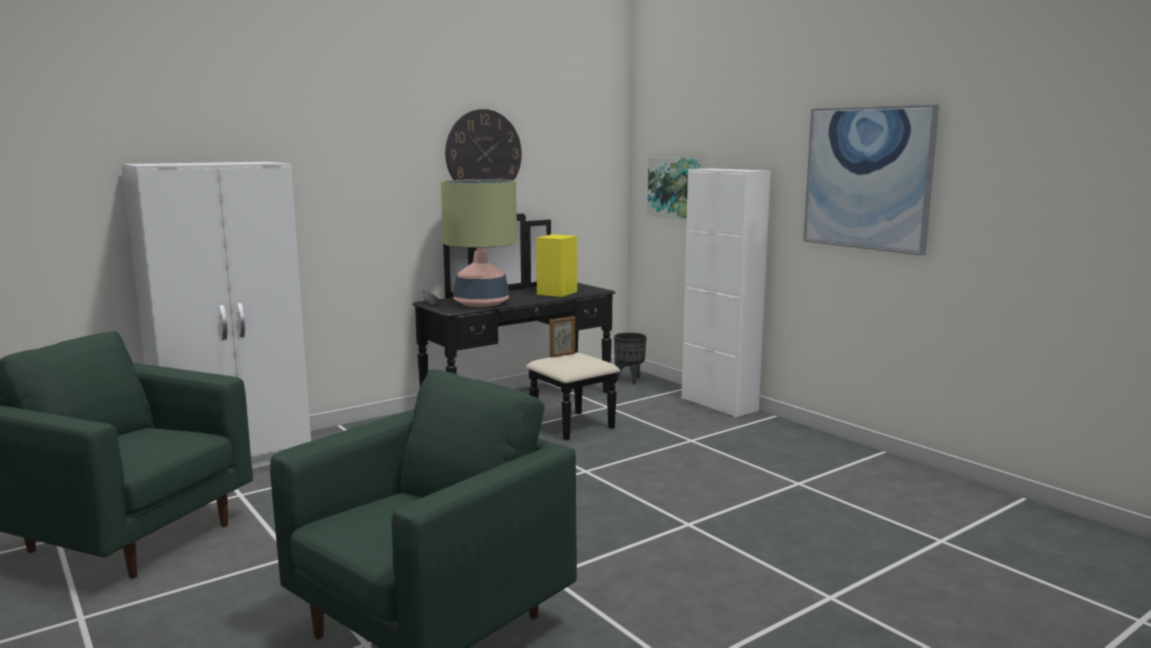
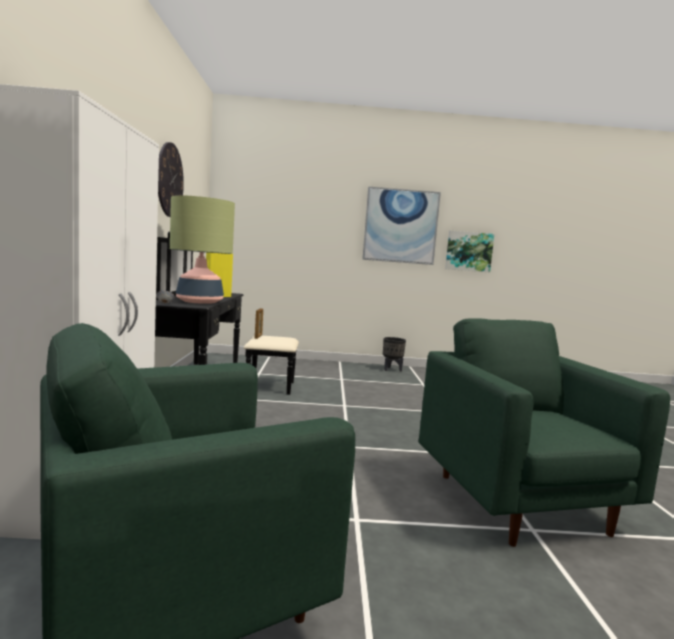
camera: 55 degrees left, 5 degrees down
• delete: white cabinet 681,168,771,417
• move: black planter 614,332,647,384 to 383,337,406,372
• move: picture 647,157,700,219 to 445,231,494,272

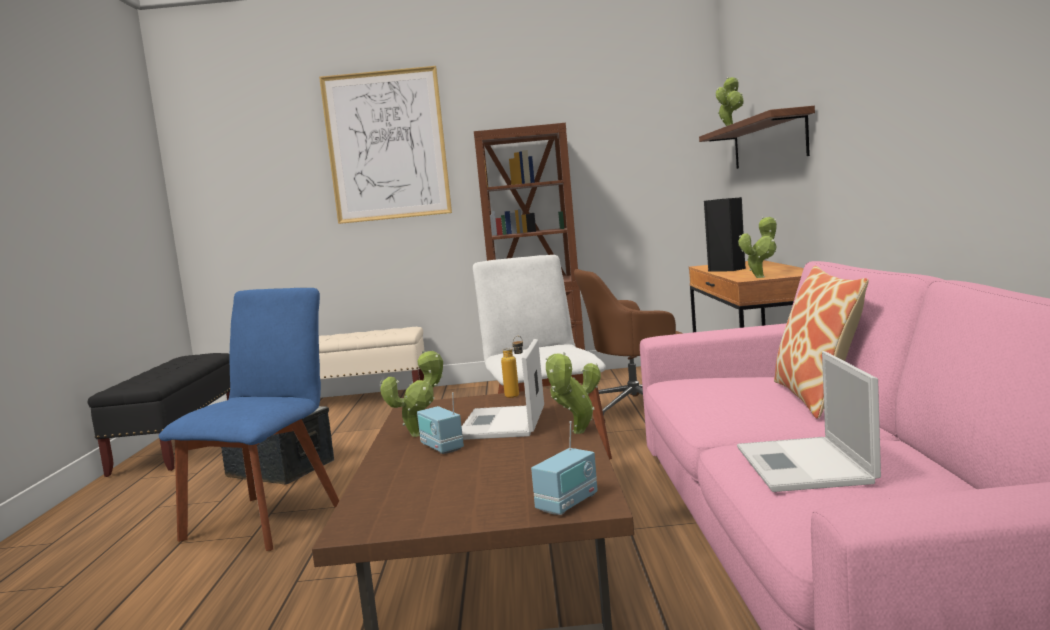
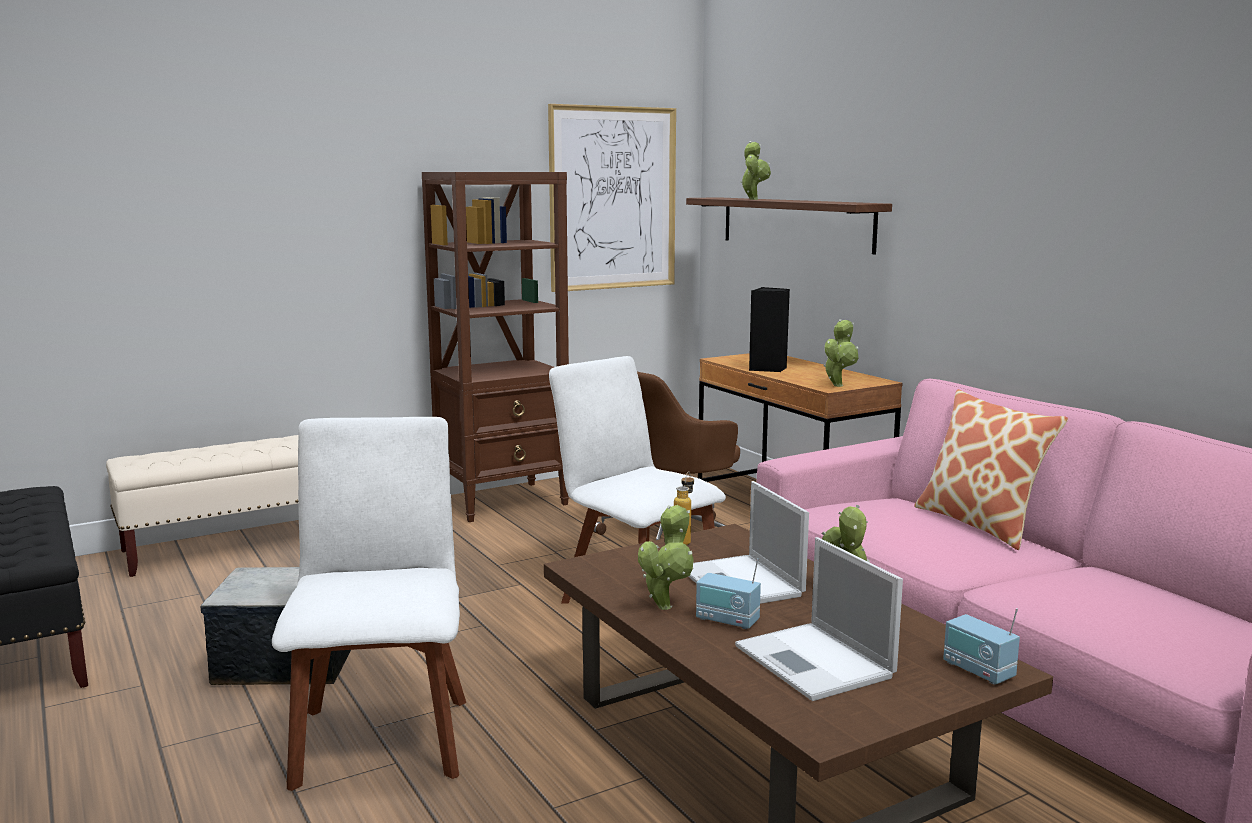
camera: 30 degrees left, 5 degrees up
• move: picture 319,66,452,224 to 548,104,676,292
• move: laptop 737,351,881,492 to 735,537,903,701
• recolor: blue chair 159,288,339,551 to white chair 272,417,466,791
• rotate: radio 531,421,597,515 = 943,608,1020,685 135 degrees clockwise

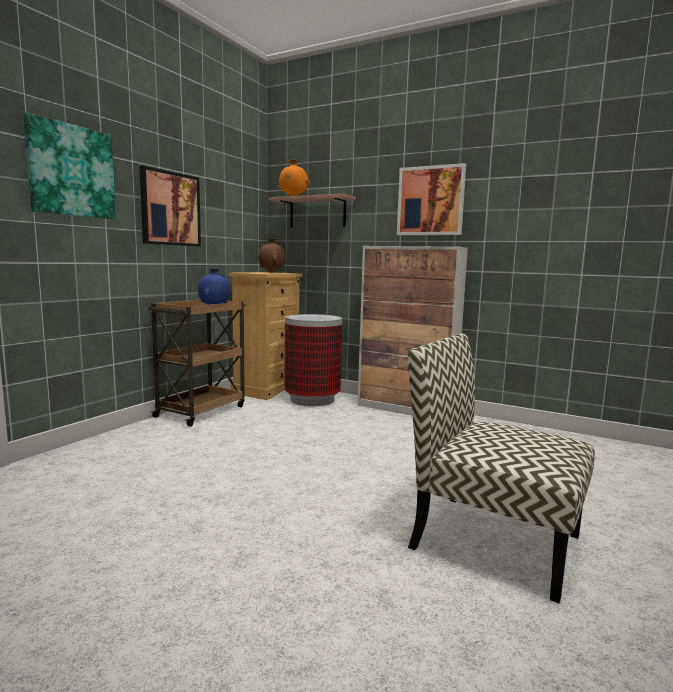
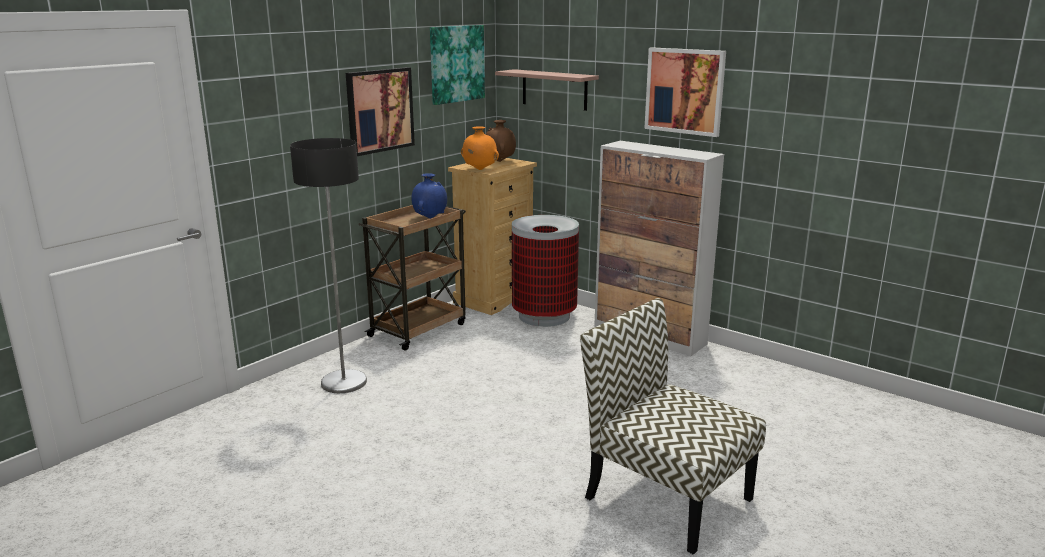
camera: 10 degrees right, 10 degrees up
• insert: floor lamp 290,138,367,393
• move: picture 23,113,116,219 to 430,25,485,105
• move: orange vase 277,160,310,196 to 461,126,499,170

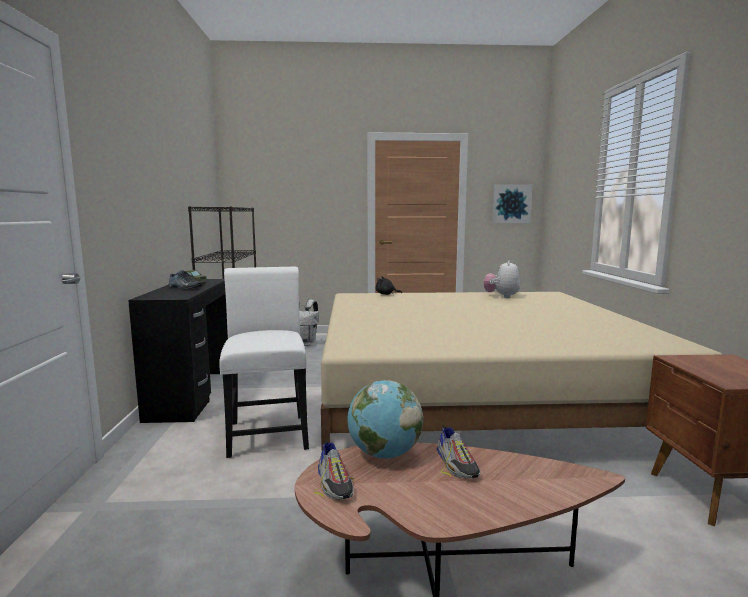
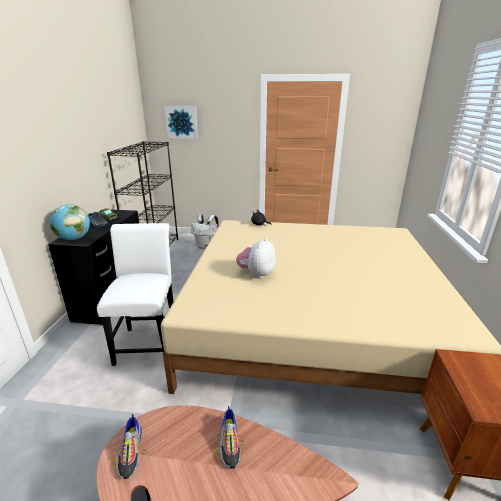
camera: 10 degrees right, 15 degrees up
• move: globe 347,380,423,459 to 50,204,90,240
• move: plush toy 484,261,520,298 to 236,238,276,279
• move: picture 492,184,532,223 to 165,105,198,139

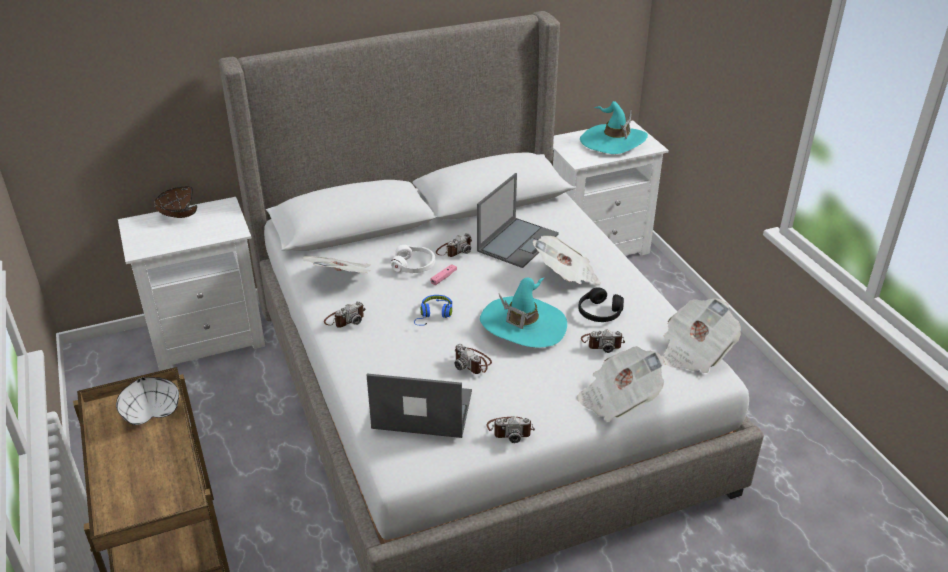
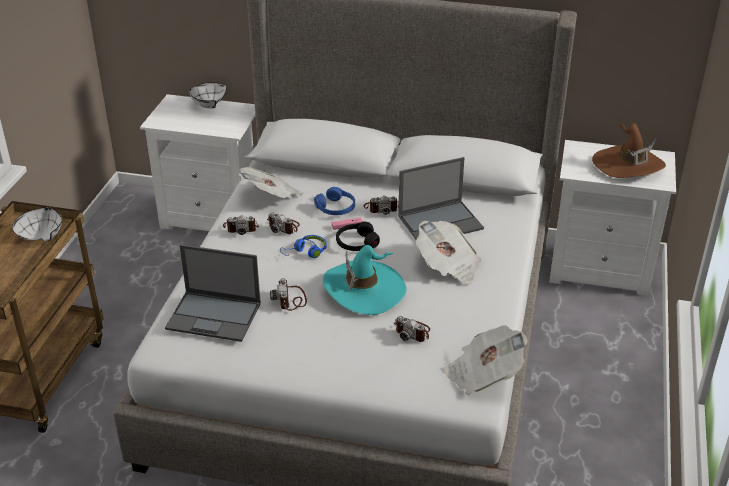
camera: 35 degrees right, 0 degrees up
• delete: newspaper 577,346,665,422
• move: photo camera 486,416,535,443 to 267,212,300,234
• move: black headphones 578,287,624,322 to 336,222,380,251
• recolor: brown bowl 154,187,197,218 to white bowl 189,82,227,109
• recolor: white headphones 391,245,435,273 to blue headphones 314,187,355,215
• recolor: turquoise hat 580,101,648,154 to brown hat 592,123,666,178
• rotate: laptop 367,374,472,438 = 165,244,261,342 150 degrees clockwise

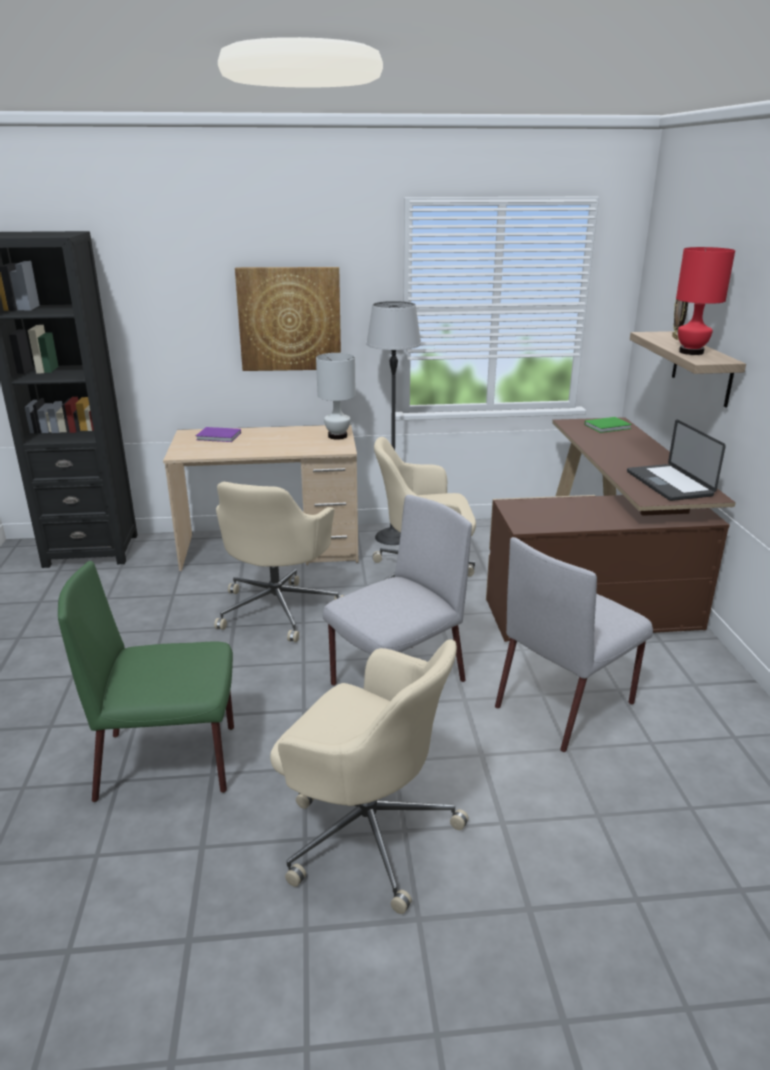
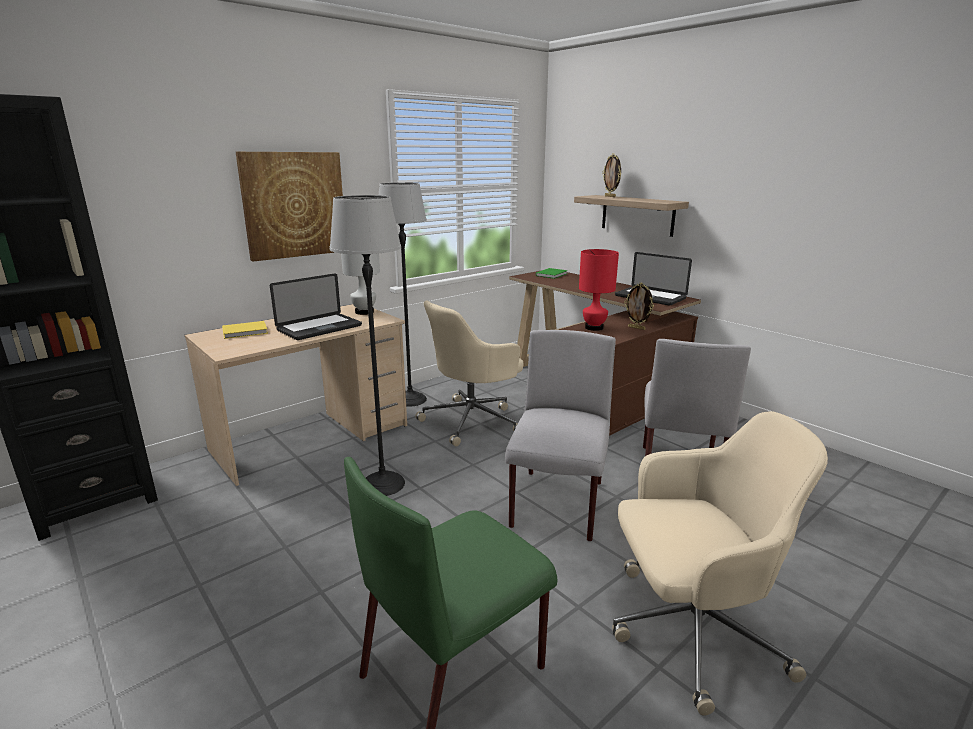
camera: 35 degrees left, 5 degrees down
• insert: laptop 270,273,362,340
• insert: picture frame 625,283,654,330
• move: red table lamp 676,247,735,355 to 579,249,619,331
• replace: beige office chair 214,482,344,642 to floor lamp 330,195,405,496
• recolor: purple book 196,427,241,442 to yellow book 222,321,268,339

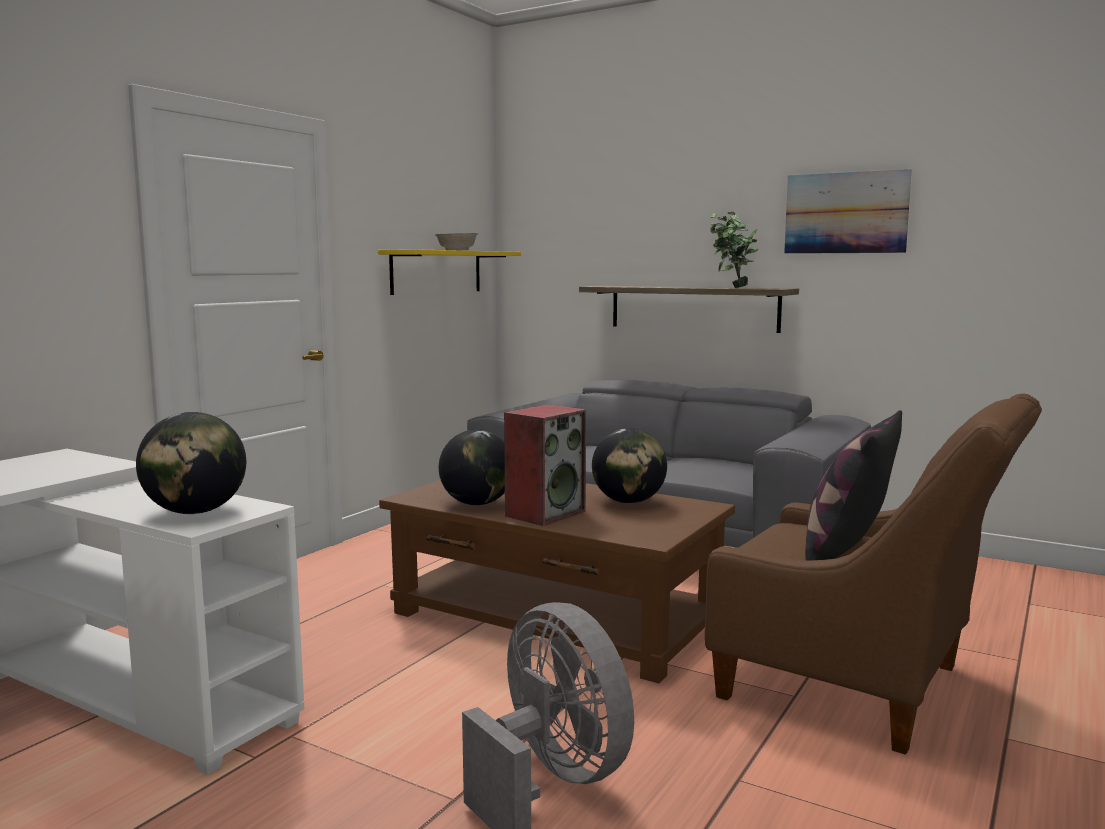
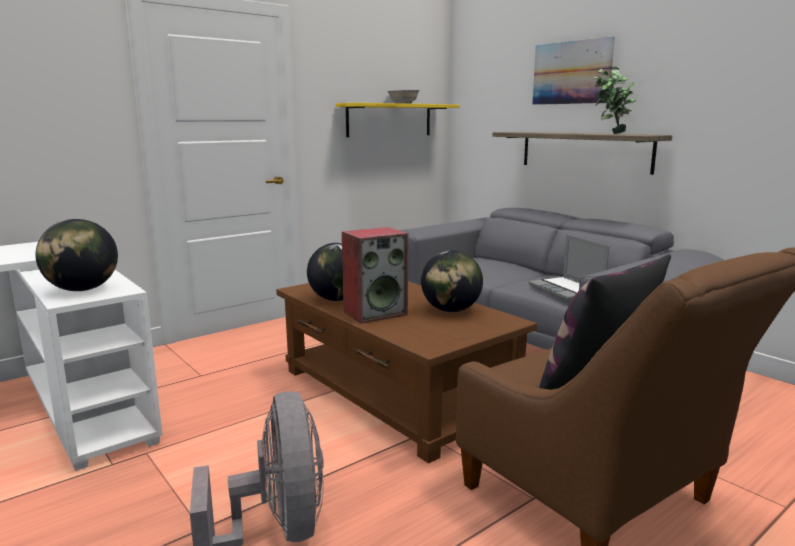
camera: 20 degrees right, 5 degrees up
• insert: laptop 528,235,610,301
• move: picture 784,169,912,254 to 532,36,615,105

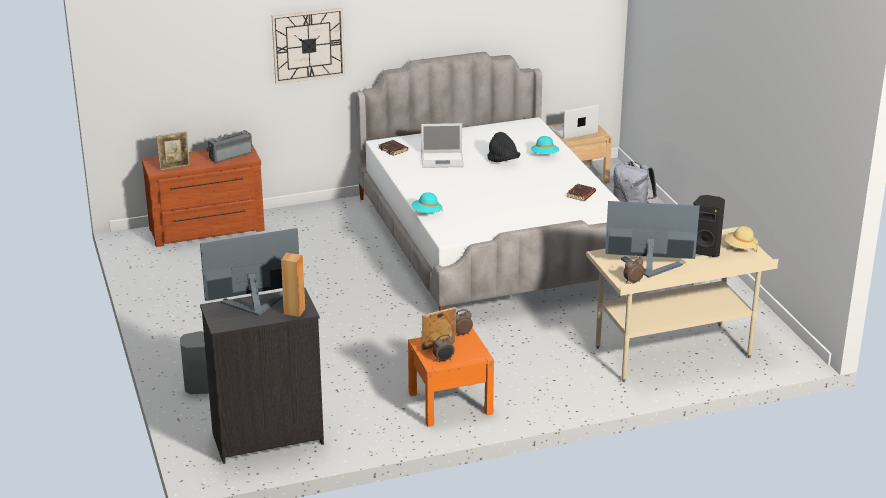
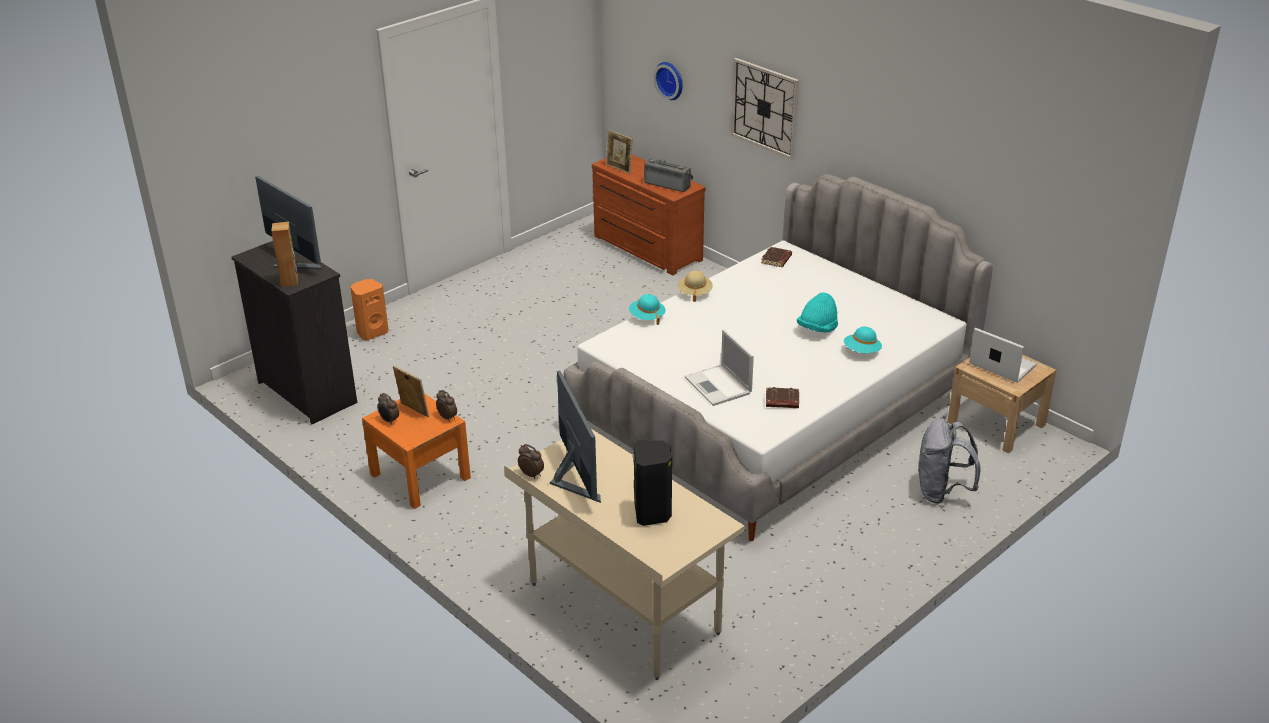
camera: 65 degrees right, 5 degrees up
• insert: wall clock 654,62,683,100
• move: laptop 421,123,464,168 to 685,329,754,406
• move: beige hat 725,226,758,252 to 678,270,713,302
• recolor: grey speaker 180,331,209,394 to orange speaker 350,279,389,340
• recolor: black hat 487,132,520,162 to turquoise hat 797,292,838,332

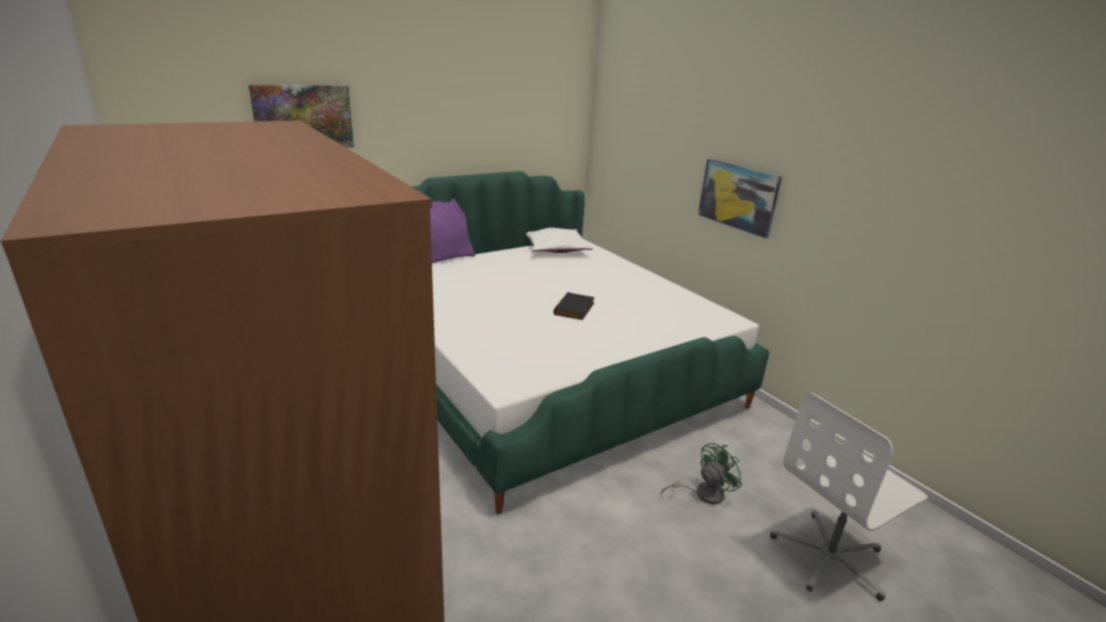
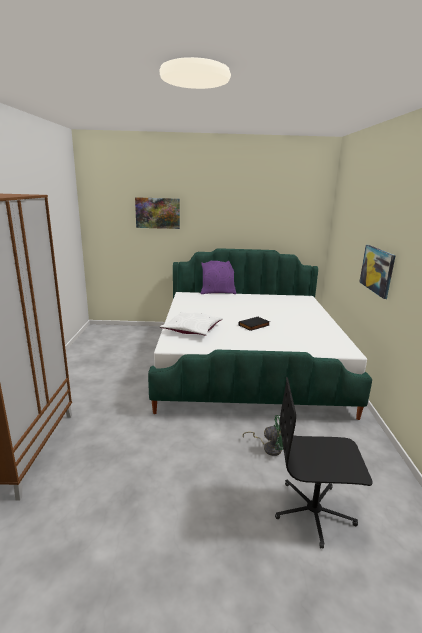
camera: 35 degrees right, 5 degrees down
• move: white pillow 526,228,593,253 to 160,312,223,336
• recolor: white office chair 770,393,928,601 to black office chair 275,377,373,548

